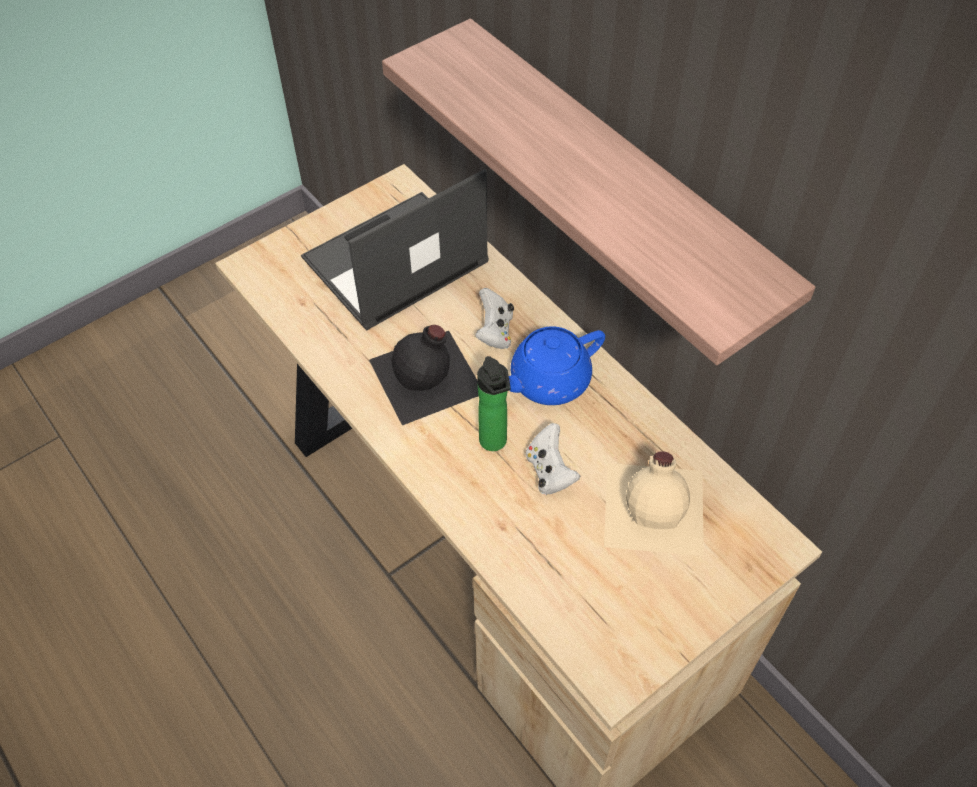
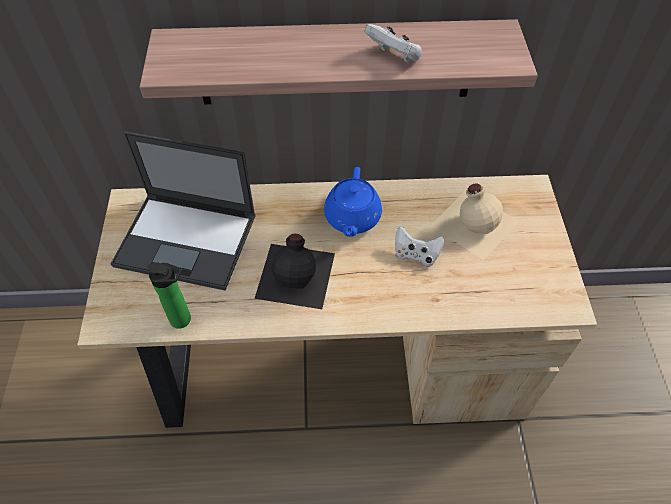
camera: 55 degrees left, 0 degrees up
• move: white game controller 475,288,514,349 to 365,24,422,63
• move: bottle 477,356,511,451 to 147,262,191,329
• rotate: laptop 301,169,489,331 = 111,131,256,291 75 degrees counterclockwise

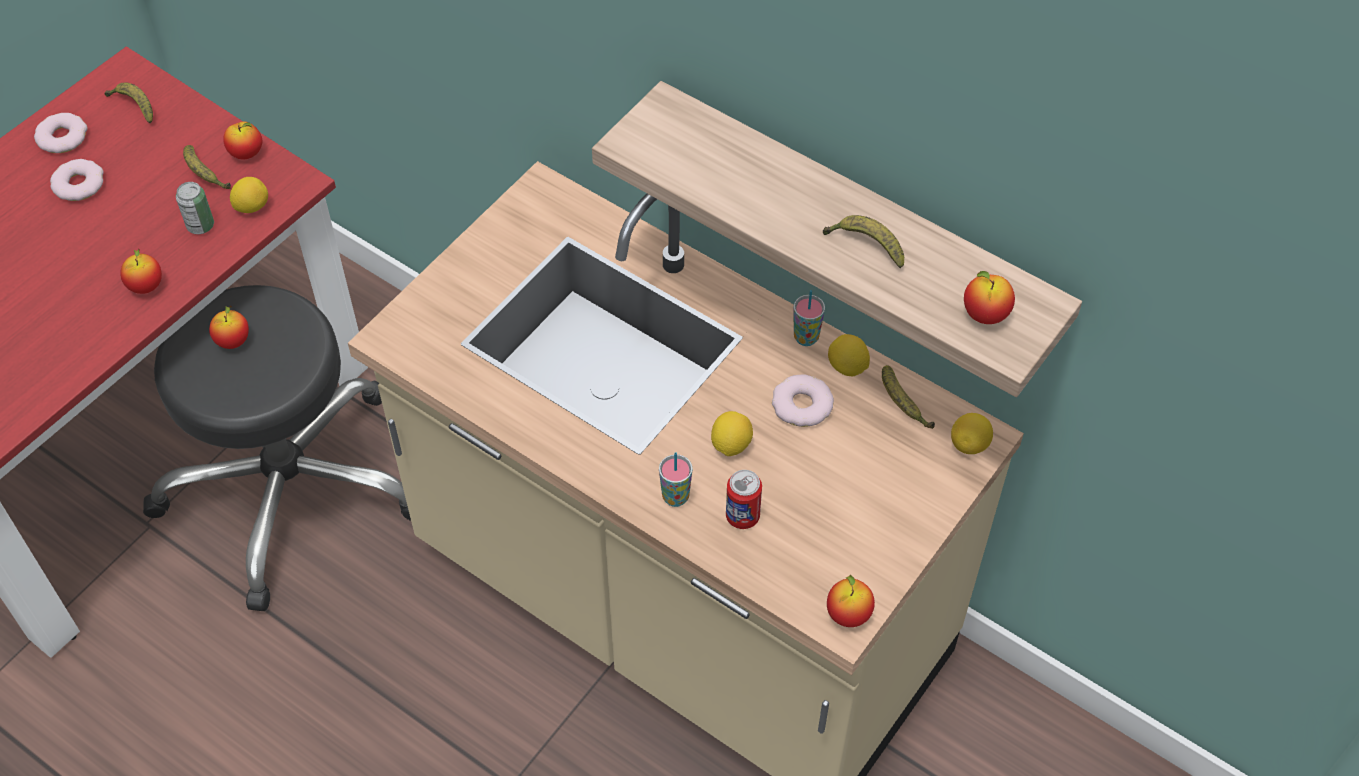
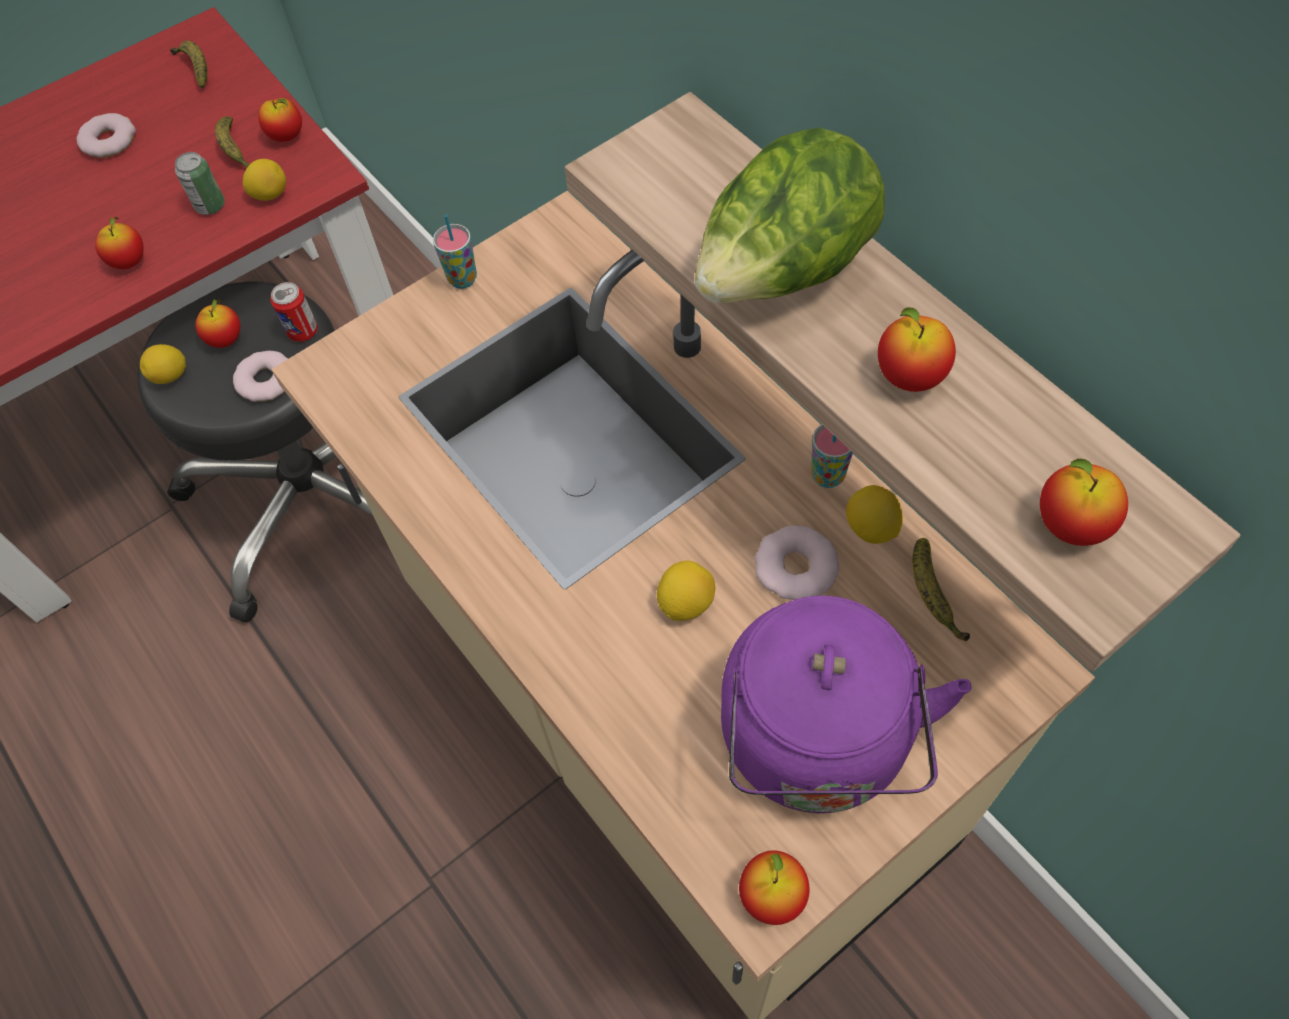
camera: 20 degrees right, 5 degrees up
• insert: lettuce 695,128,885,303
• insert: purple kettle 721,595,971,813
• move: donut 34,113,88,153 to 233,351,288,402
• move: cup 659,452,693,507 to 433,215,477,289
• move: can 726,470,762,529 to 271,282,318,342
• move: lemon 951,413,993,454 to 140,344,186,384
• replace: banana 823,215,904,269 to apple 878,307,956,392

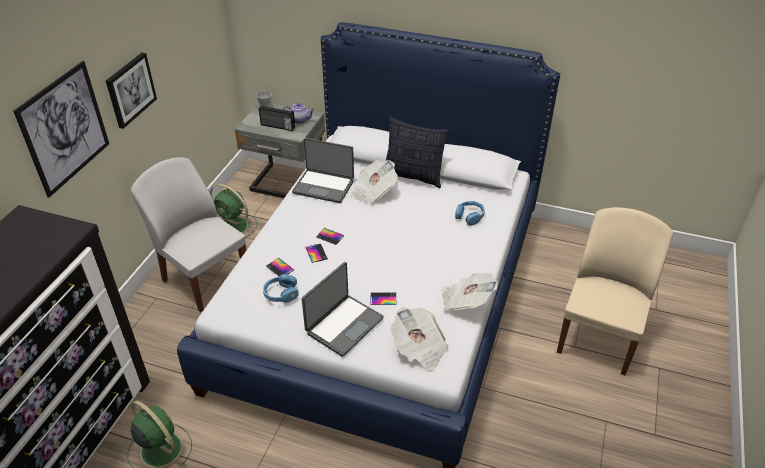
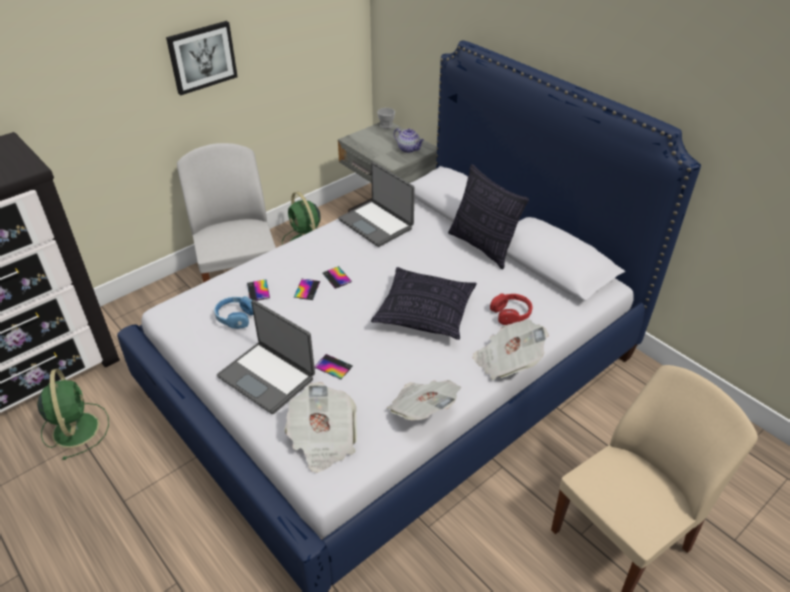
camera: 30 degrees right, 0 degrees up
• delete: picture 13,61,109,198
• delete: radio 259,105,295,131
• insert: pillow 371,267,477,340
• move: newspaper 350,160,398,204 to 472,319,549,380
• recolor: blue headphones 455,201,485,226 to red headphones 490,293,533,325
• rotate: laptop 302,262,384,357 = 217,300,315,414 60 degrees clockwise

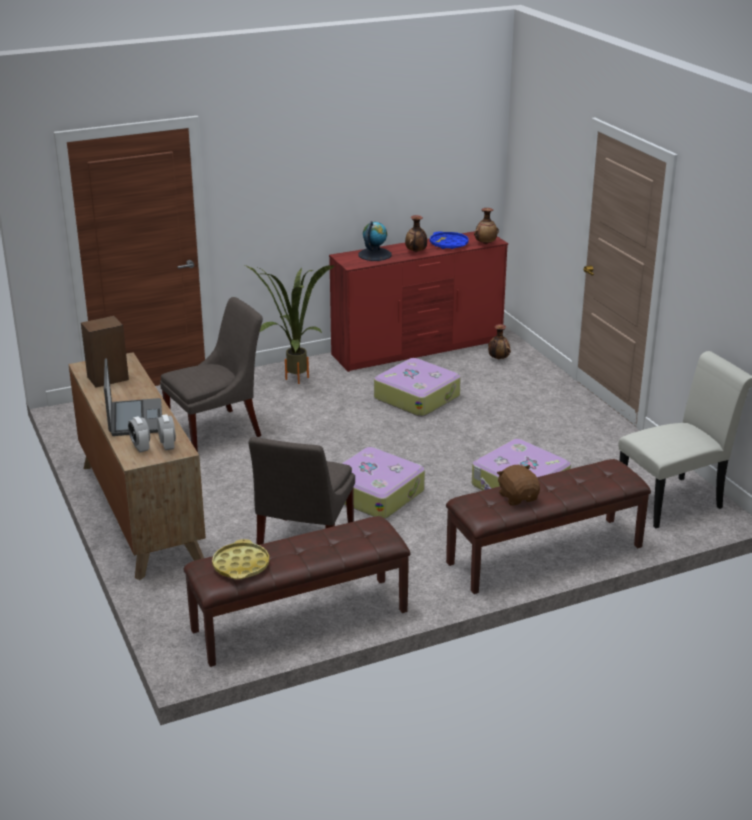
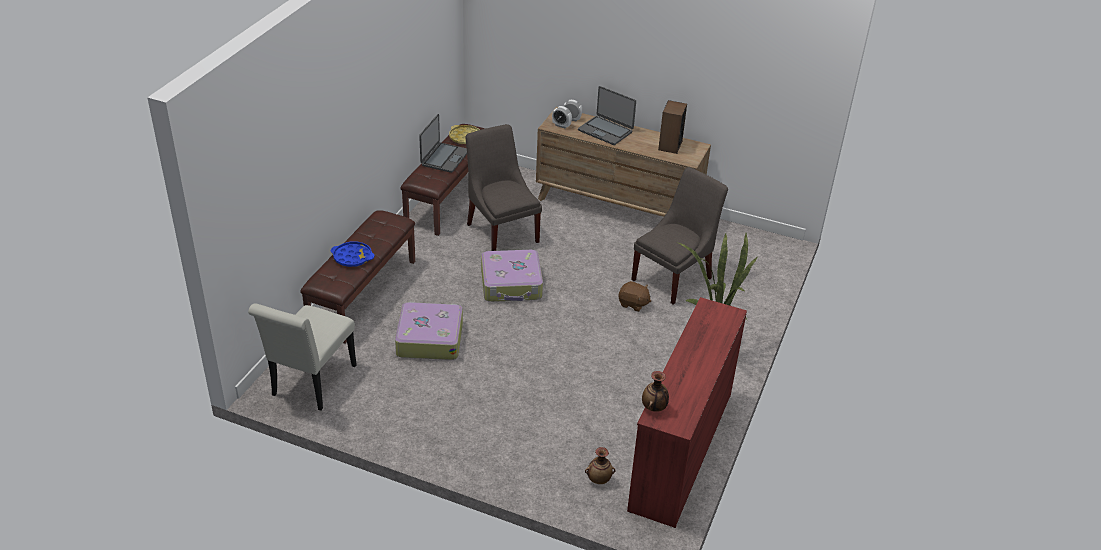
camera: 135 degrees right, 10 degrees up
• delete: globe 358,221,392,261
• delete: suitcase 374,358,461,417
• delete: vase 405,215,427,252
• insert: laptop 419,114,467,173
• move: blue tray 430,231,469,249 to 331,241,374,267
• move: brown plush toy 497,465,540,506 to 618,281,651,312
• rotate: grey chair 160,297,263,452 = 631,167,728,305 150 degrees counterclockwise

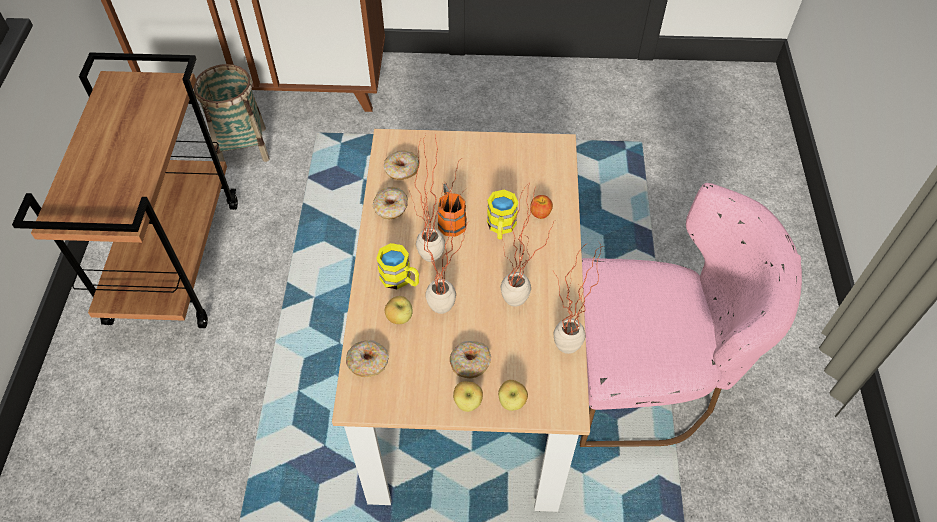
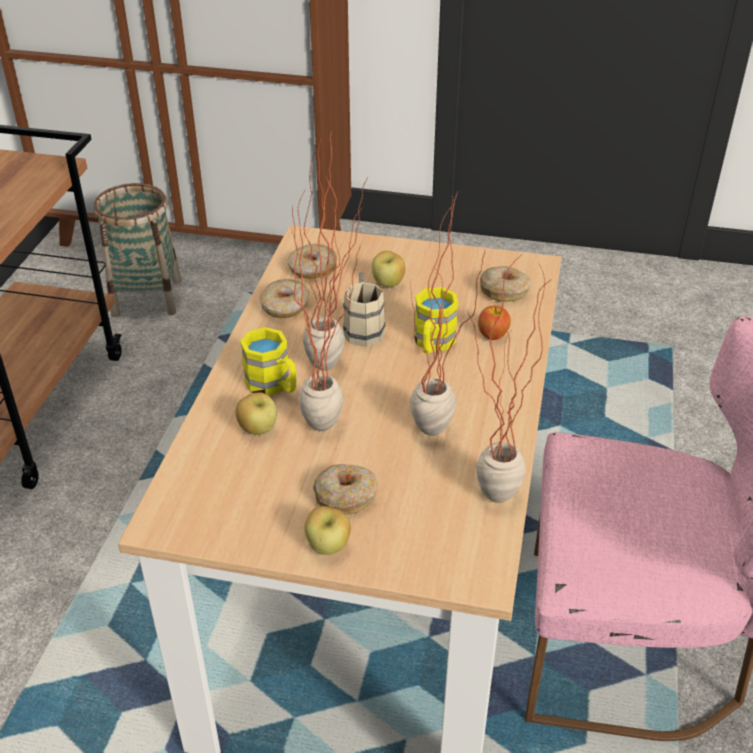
camera: 10 degrees right, 15 degrees down
• move: donut 346,340,389,377 to 480,266,531,302
• move: apple 498,380,528,411 to 372,251,405,287
• recolor: orange mug 438,184,467,237 to beige mug 343,273,385,347

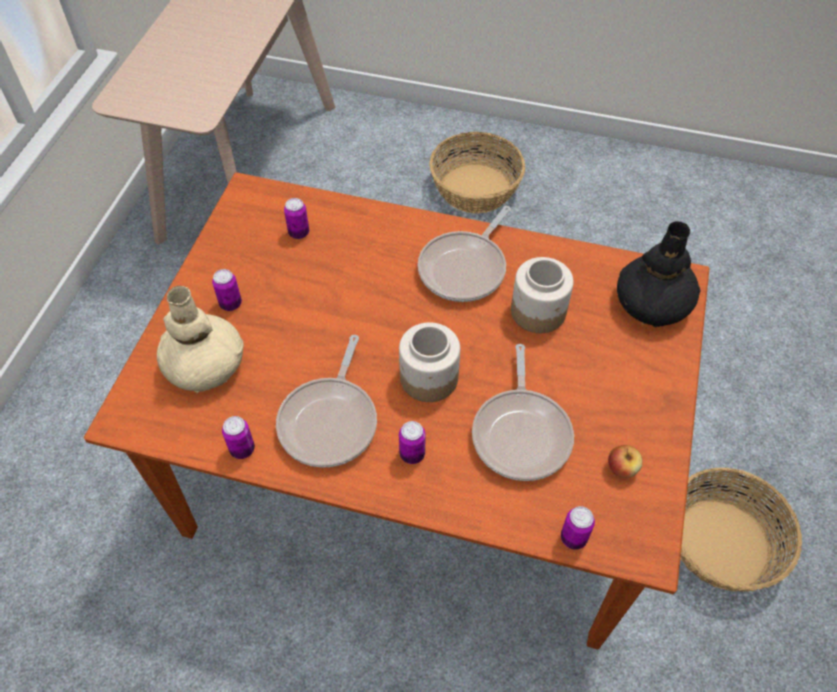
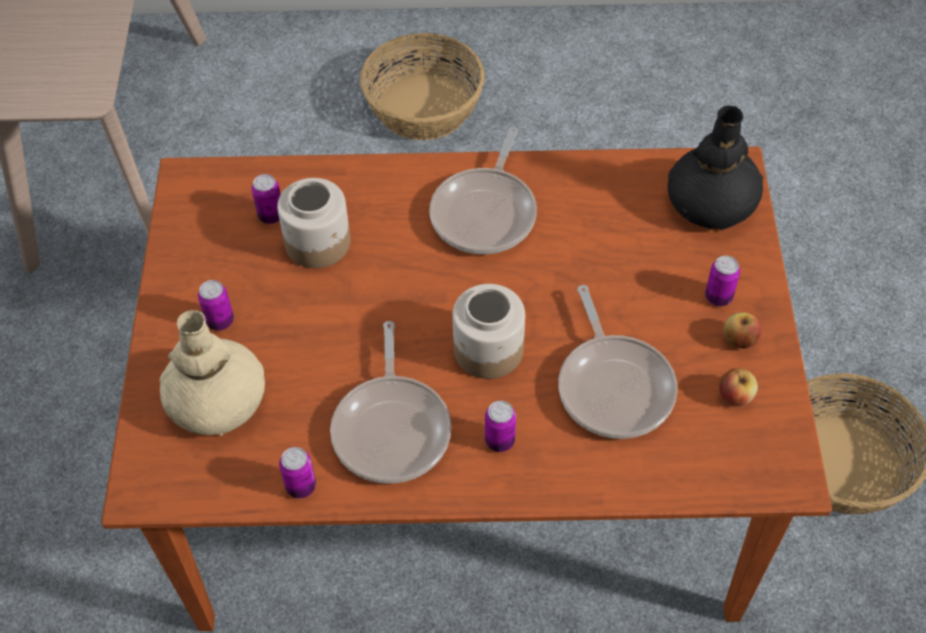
camera: 15 degrees left, 0 degrees up
• insert: apple 724,313,762,349
• move: jar 511,257,574,333 to 277,178,351,268
• move: can 561,506,595,550 to 705,256,740,306

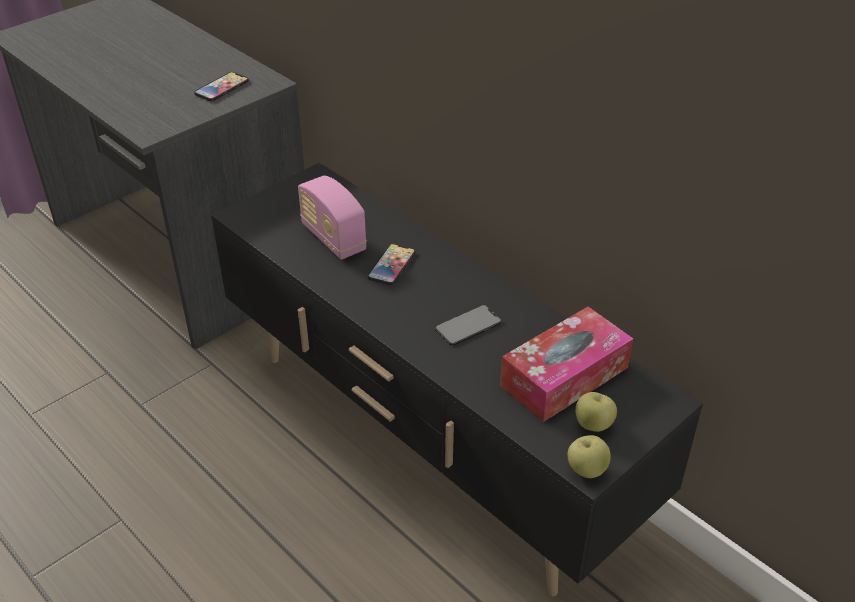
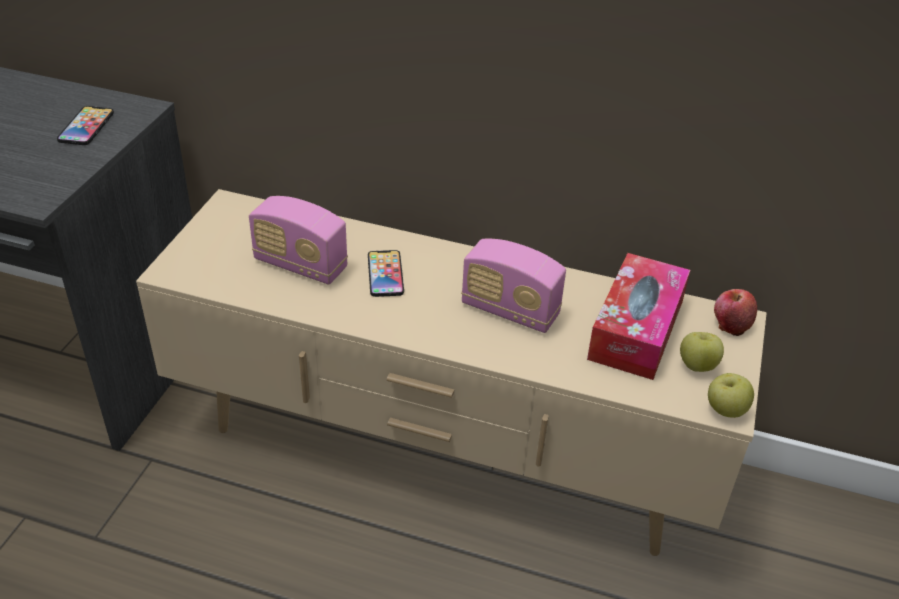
camera: 30 degrees left, 0 degrees up
• insert: apple 714,289,757,336
• replace: phone 435,305,502,346 to radio 461,239,566,333
• recolor: black tv stand 211,163,703,596 to beige tv stand 136,189,767,556

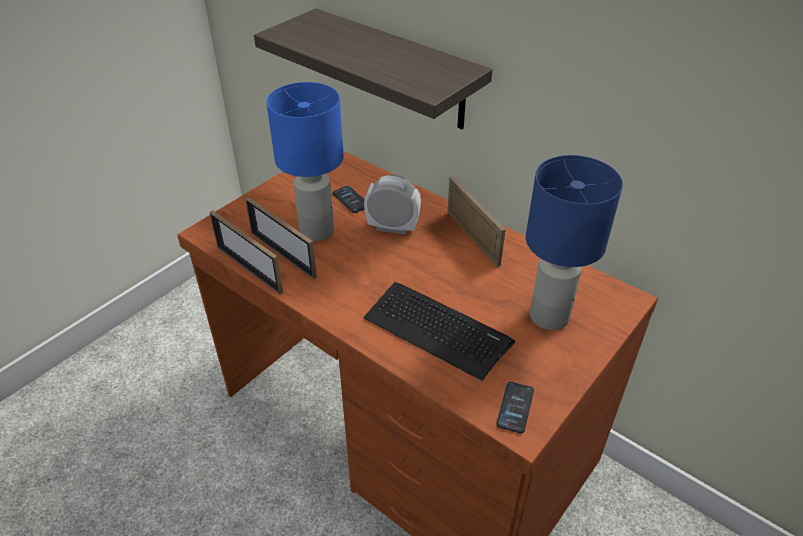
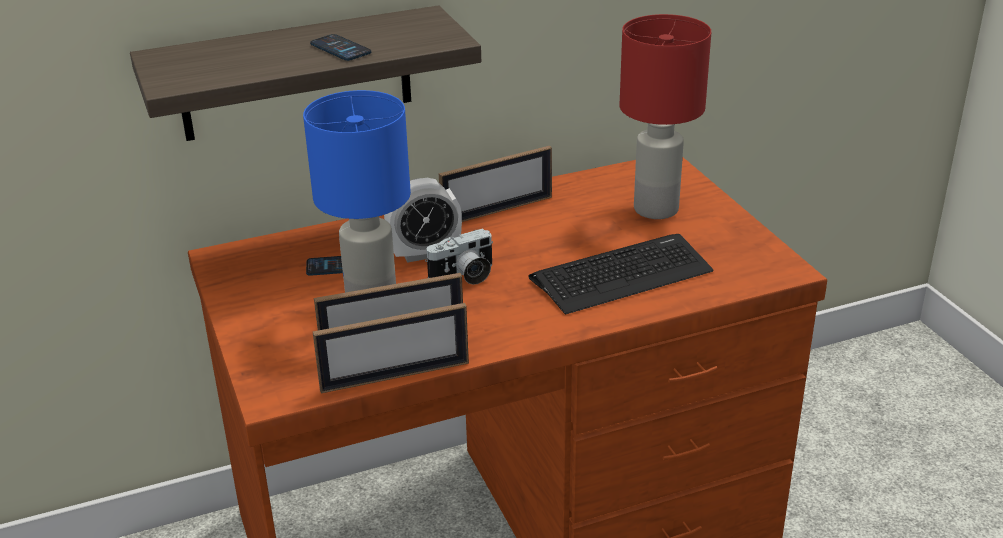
camera: 60 degrees left, 10 degrees down
• insert: photo camera 425,228,493,285
• move: phone 497,382,534,433 to 310,34,371,61
• recolor: blue table lamp 526,155,623,330 to red table lamp 619,14,711,219
• rotate: alarm clock 364,175,421,234 = 384,178,462,263 150 degrees counterclockwise
• rotate: picture frame 447,176,505,267 = 439,146,552,222 150 degrees clockwise

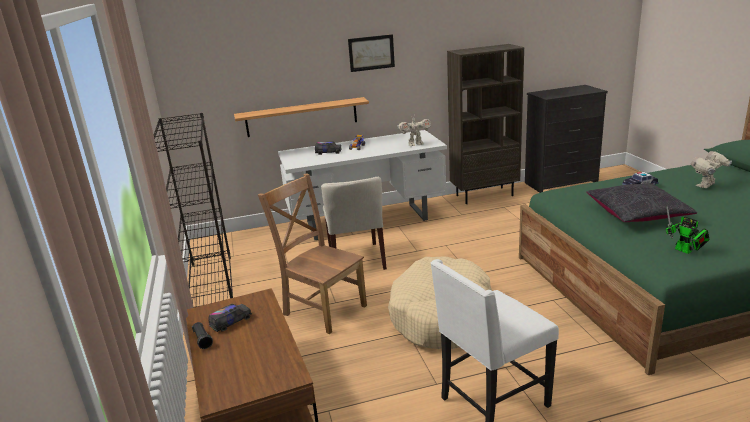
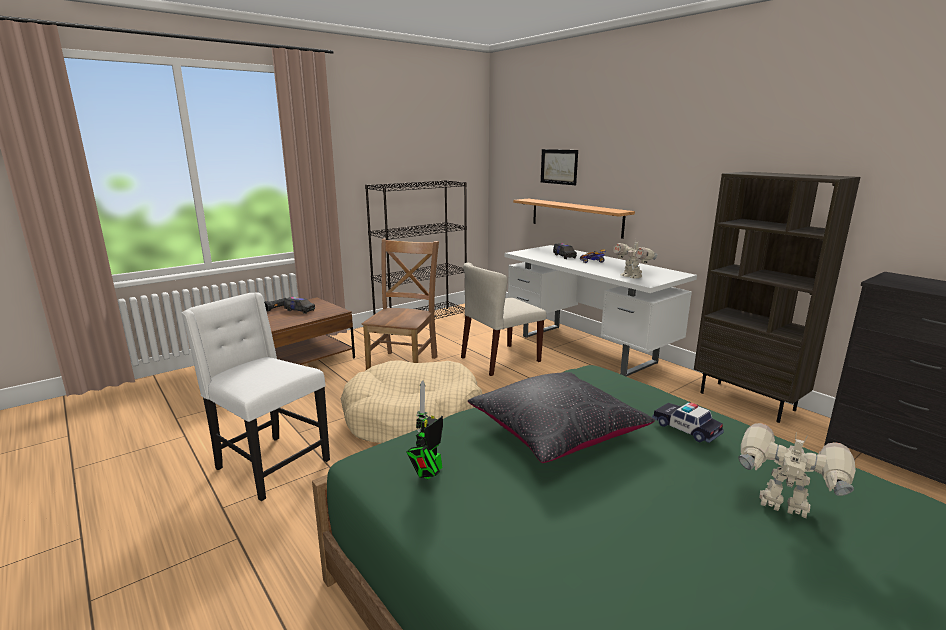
camera: 65 degrees right, 5 degrees down
• move: picture 348,34,395,72 to 541,149,578,185

